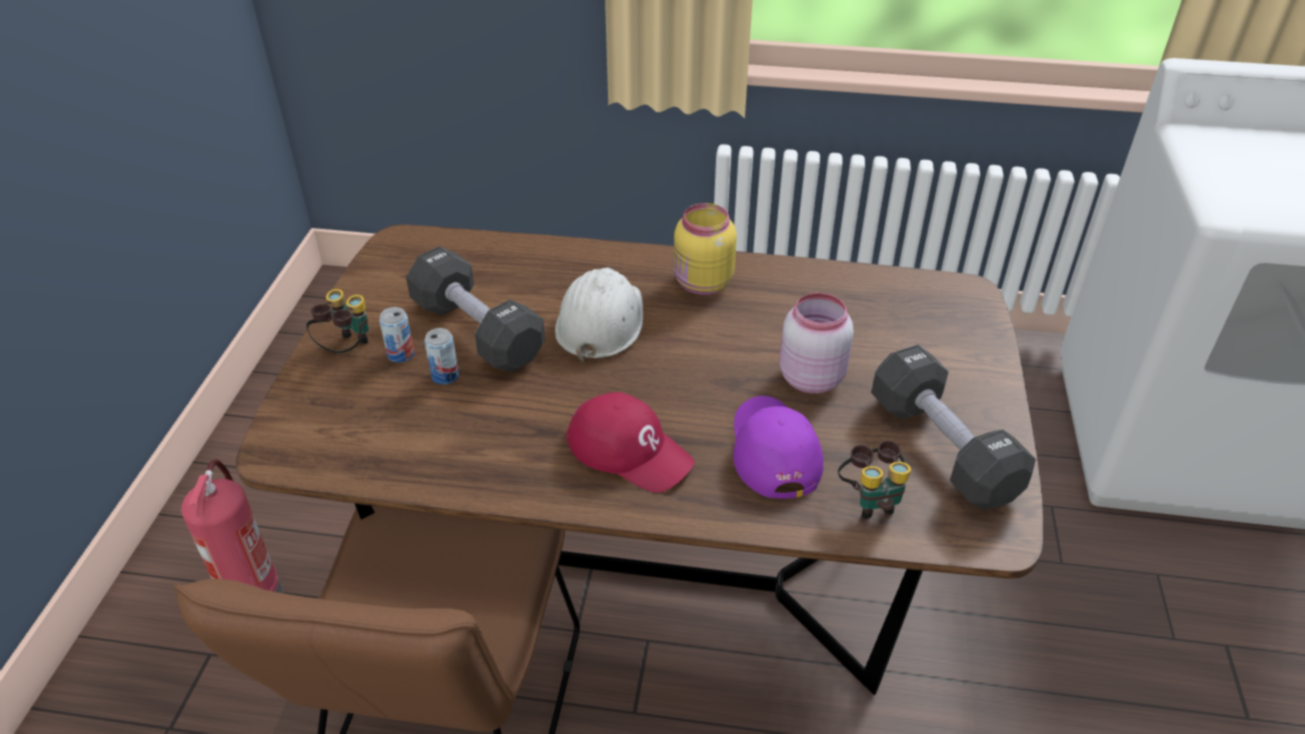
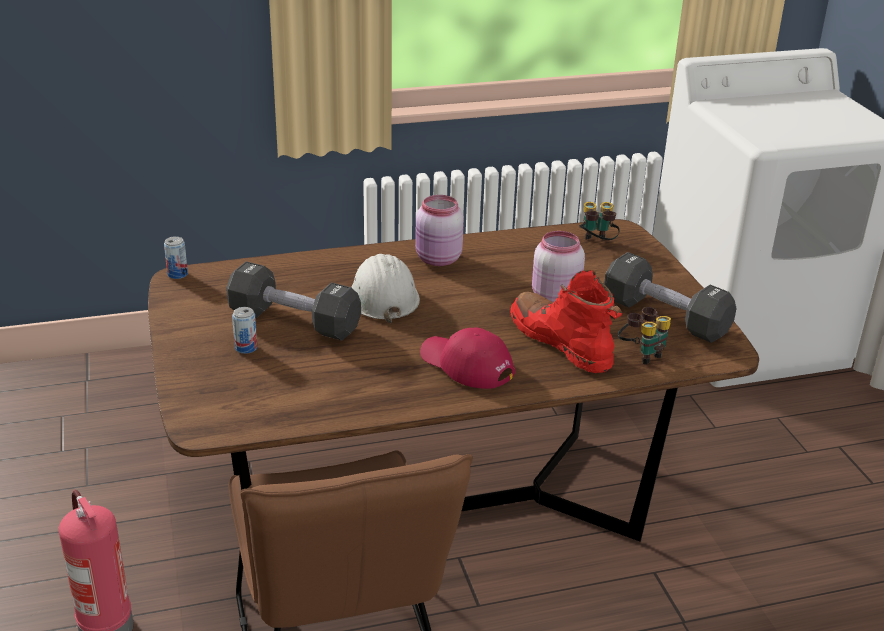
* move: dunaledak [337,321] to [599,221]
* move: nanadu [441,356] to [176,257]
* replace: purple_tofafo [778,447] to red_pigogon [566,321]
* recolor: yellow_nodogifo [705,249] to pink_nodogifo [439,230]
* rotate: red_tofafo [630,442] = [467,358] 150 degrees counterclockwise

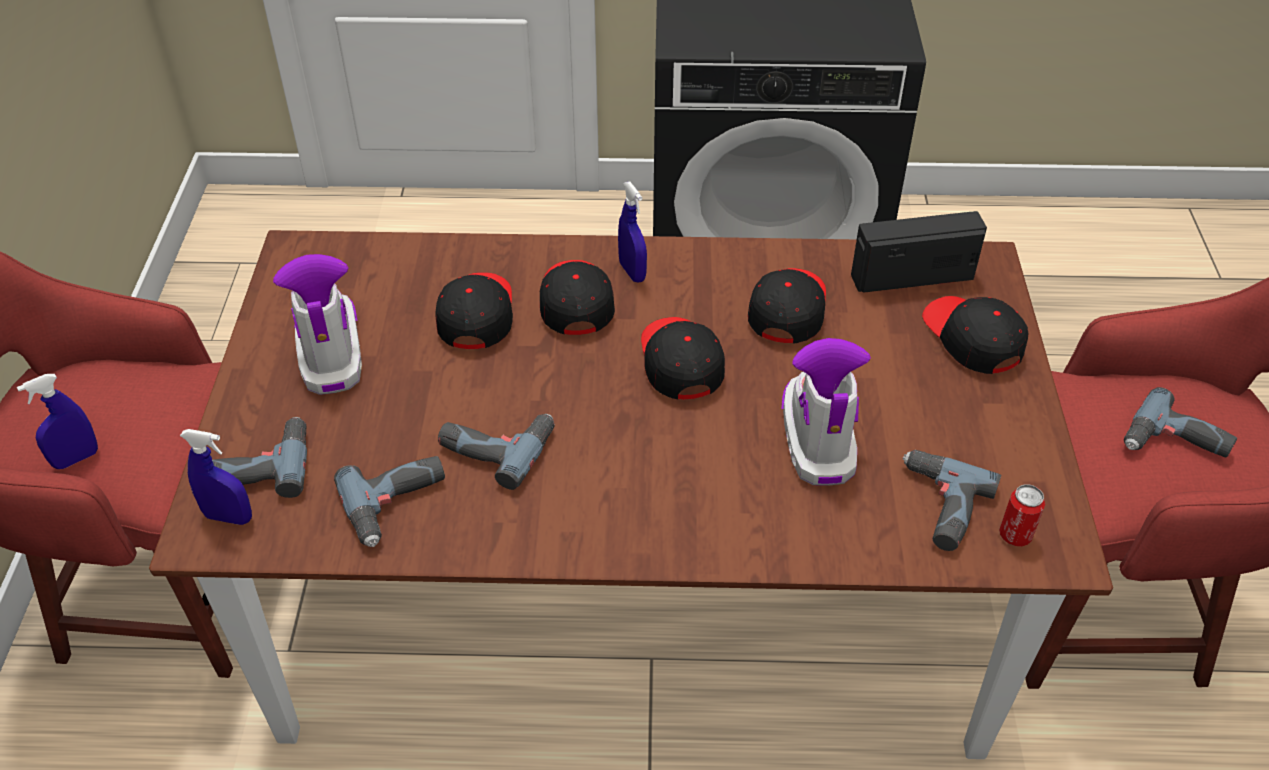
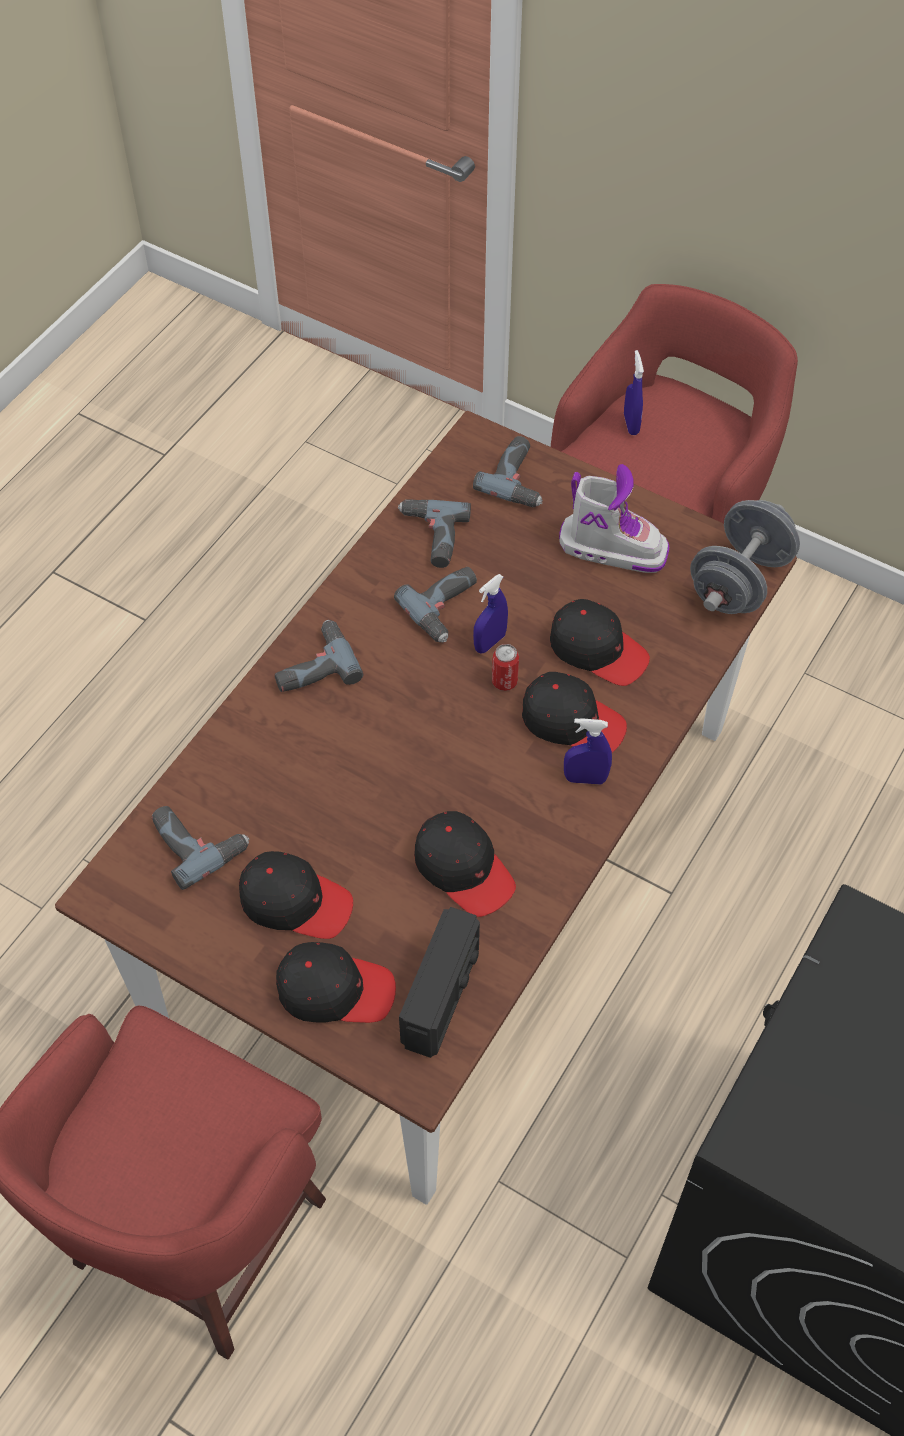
* delete: pigogon [826,412]
* insert: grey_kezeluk [745,557]
* move: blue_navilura [216,477] to [490,613]
* move: black_tofafo [683,358] to [296,895]
* move: nanadu [1022,515] to [505,667]
* move: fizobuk [1180,422] to [319,656]

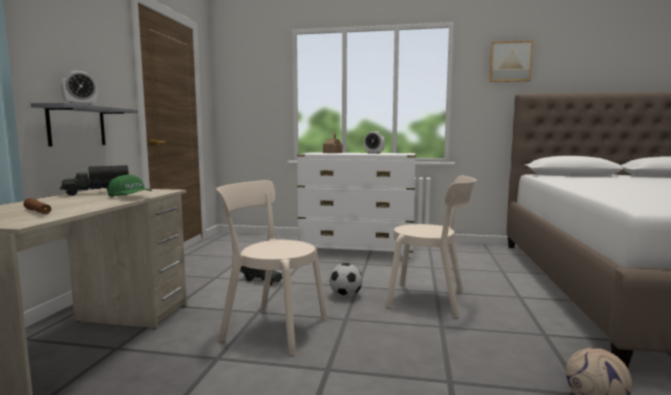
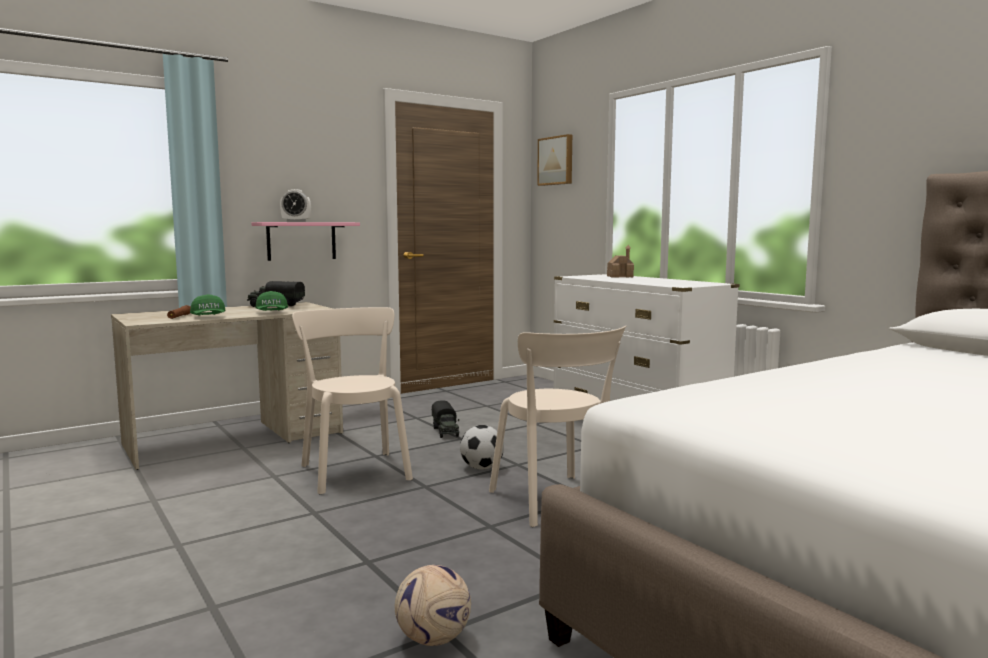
* delete: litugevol [374,142]
* insert: green_tofafo [207,304]
* move: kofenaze [511,61] to [554,160]
* recolor: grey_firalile [84,124] to pink_firalile [305,241]

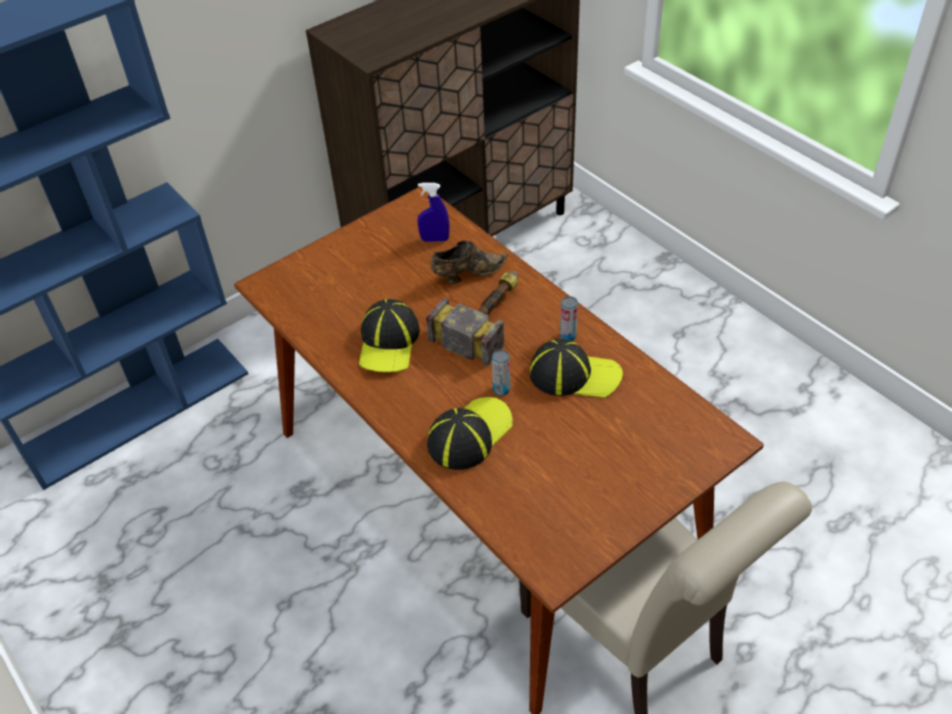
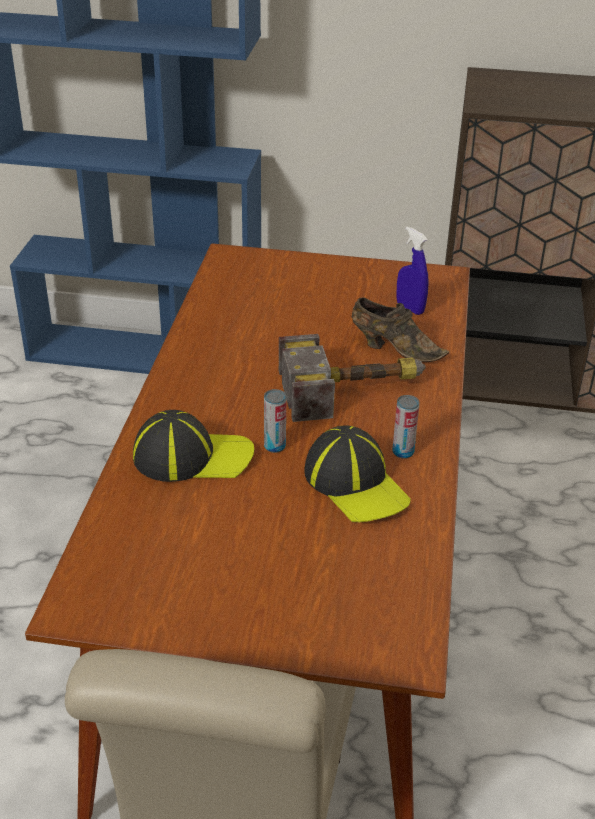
* delete: tofafo [389,335]

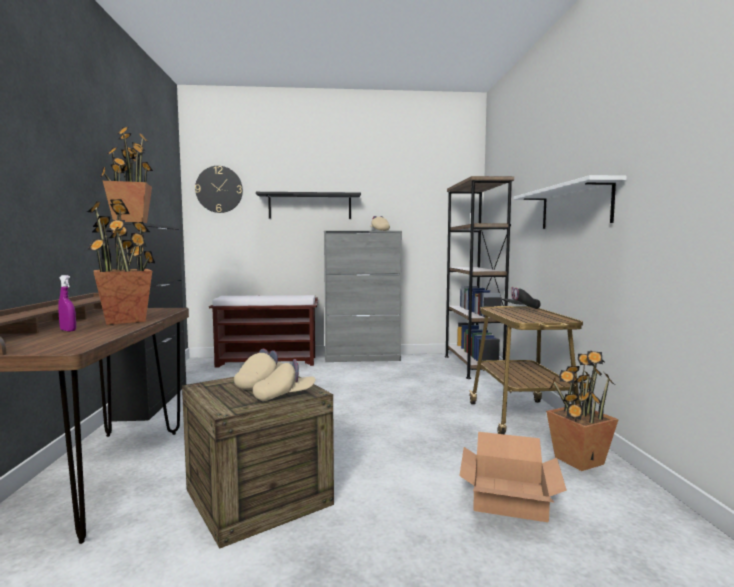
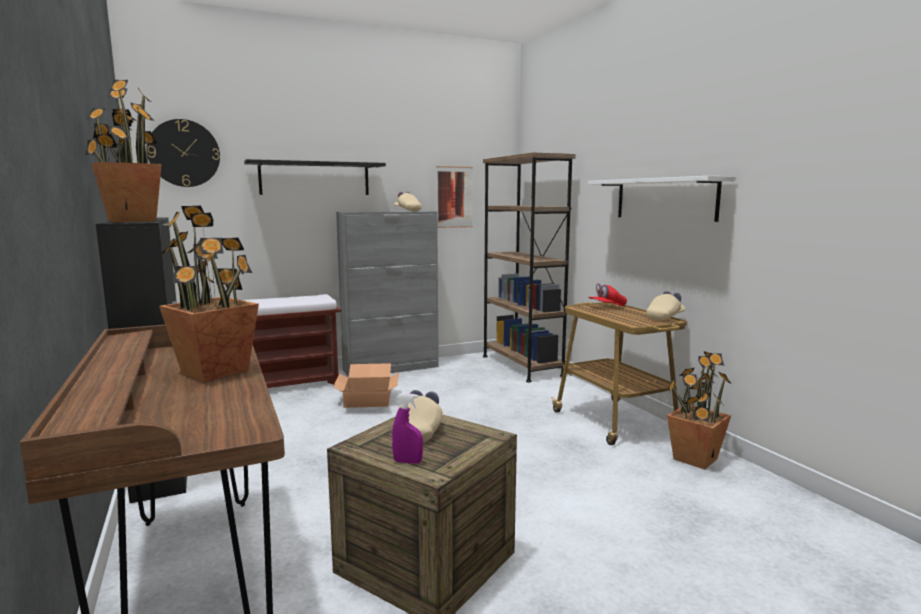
* insert: kofenaze [454,197]
* move: purple_navilura [67,303] to [407,428]
* move: beige_tofafo [284,380] to [665,306]
* move: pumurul [513,477] to [366,385]
* recolor: black_tofafo [521,298] to red_tofafo [607,294]

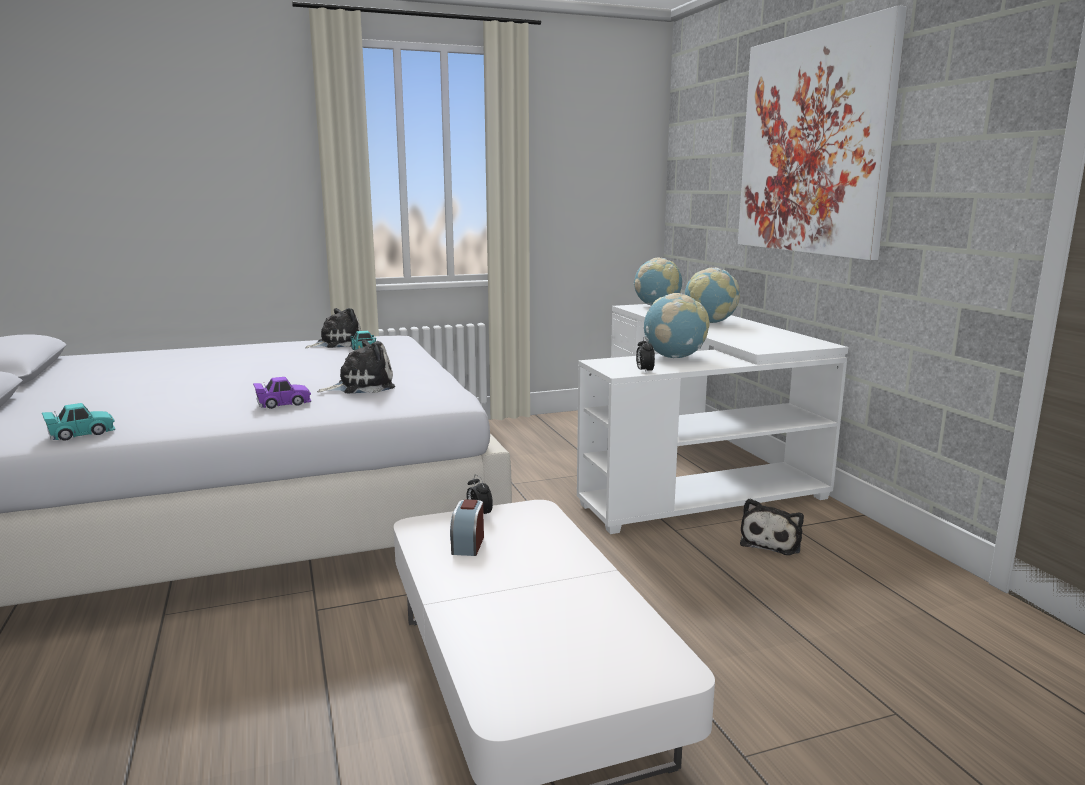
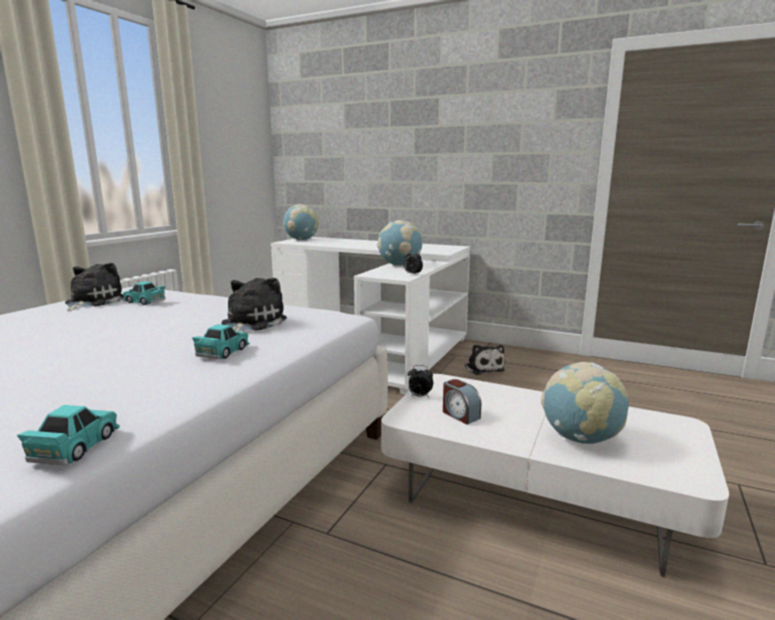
* delete: kofenaze [822,132]
* move: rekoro [712,295] to [585,403]
* recolor: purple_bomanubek [282,393] to turquoise_bomanubek [220,341]

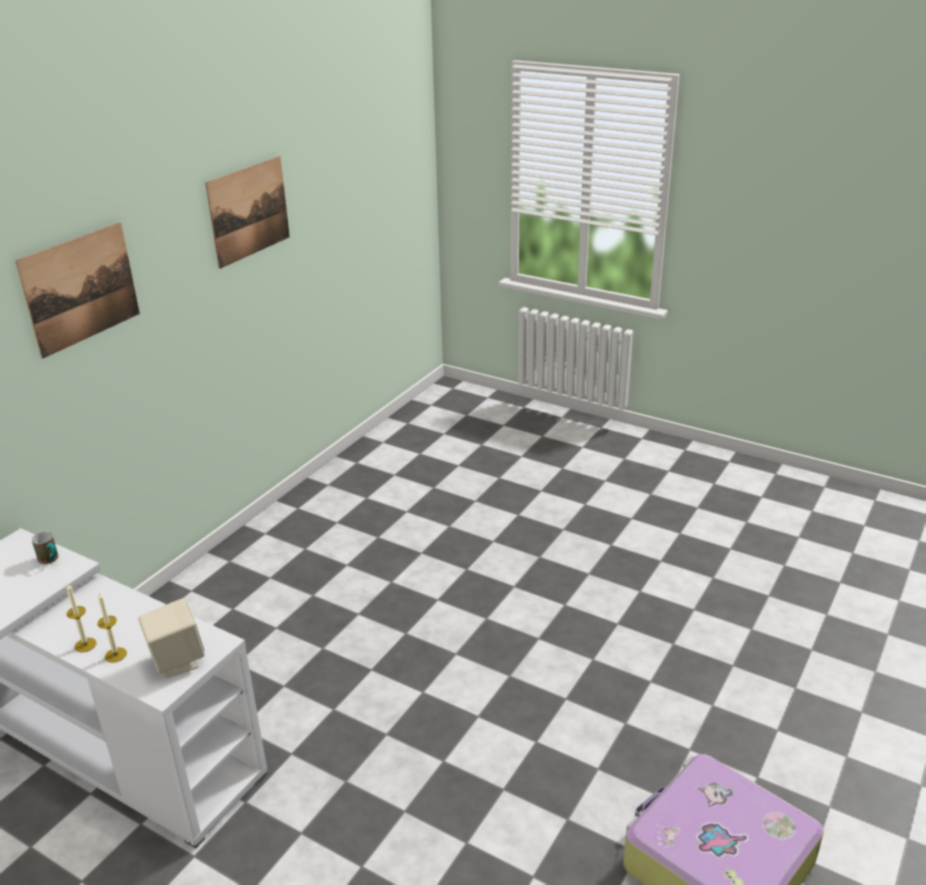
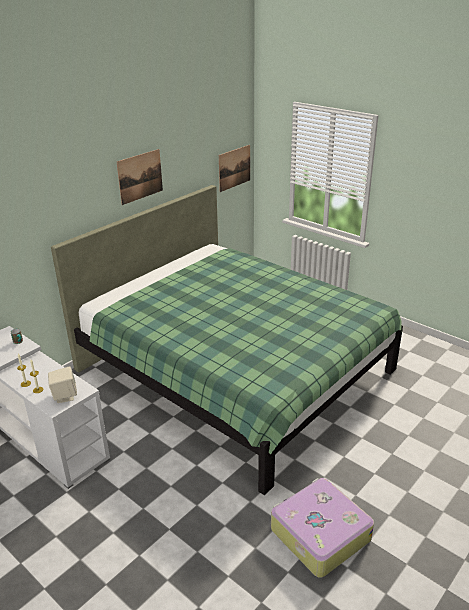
* insert: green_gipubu [227,340]
* move: kofenaze [77,290] to [234,168]

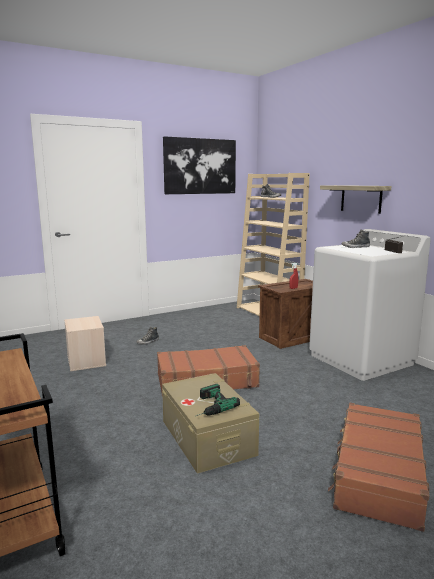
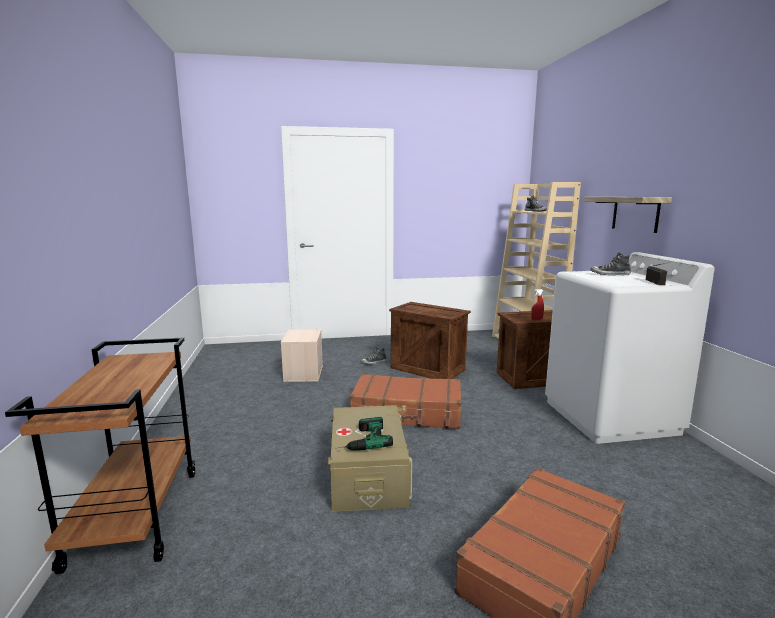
* delete: kofenaze [199,165]
* insert: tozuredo [430,340]

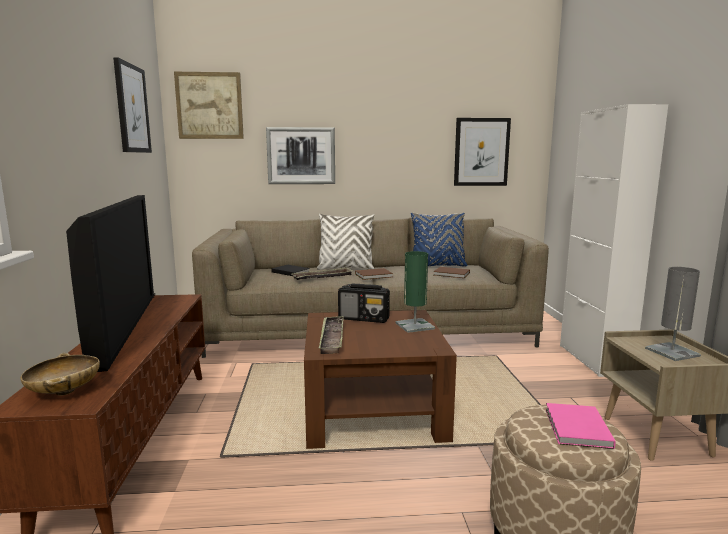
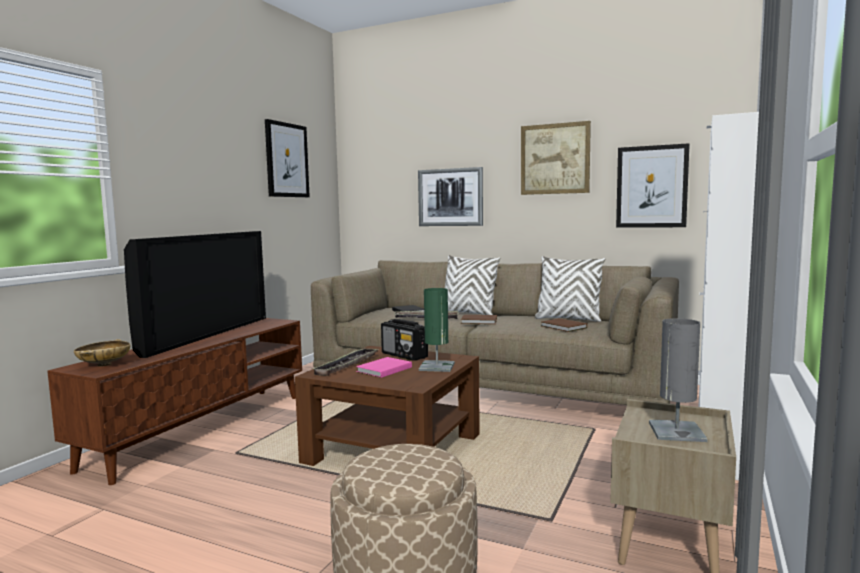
* move: kofenaze [209,105] to [556,158]
* move: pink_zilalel [580,426] to [384,367]
* recolor: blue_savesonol [439,239] to white_savesonol [569,289]

